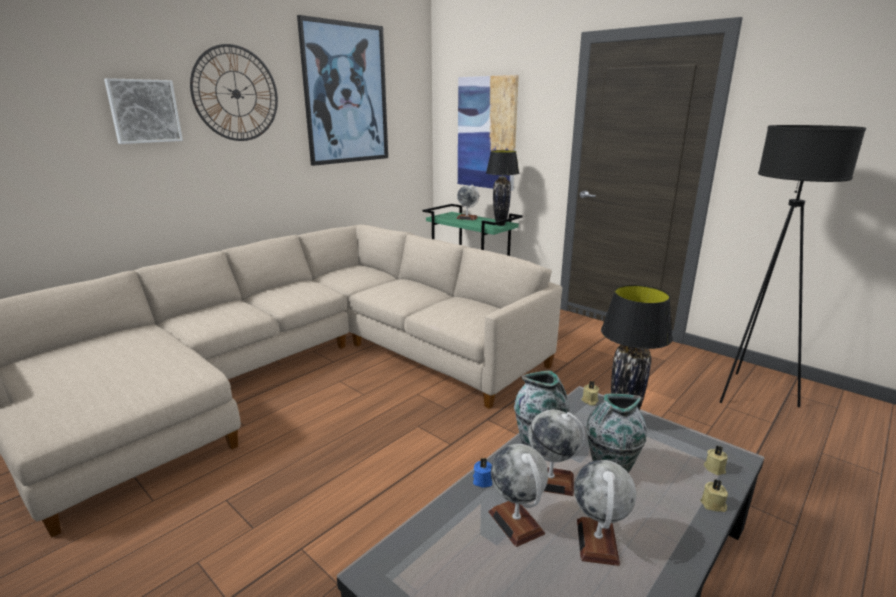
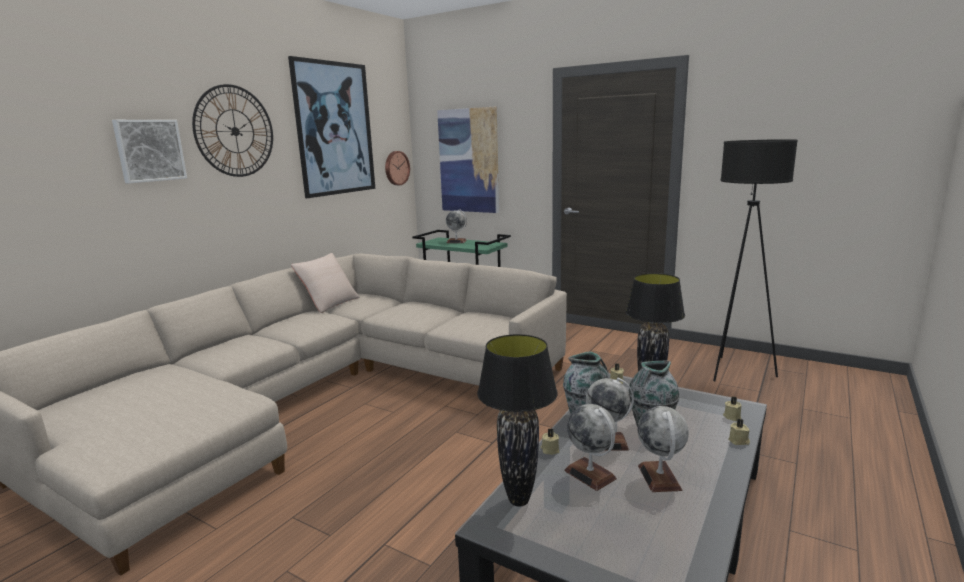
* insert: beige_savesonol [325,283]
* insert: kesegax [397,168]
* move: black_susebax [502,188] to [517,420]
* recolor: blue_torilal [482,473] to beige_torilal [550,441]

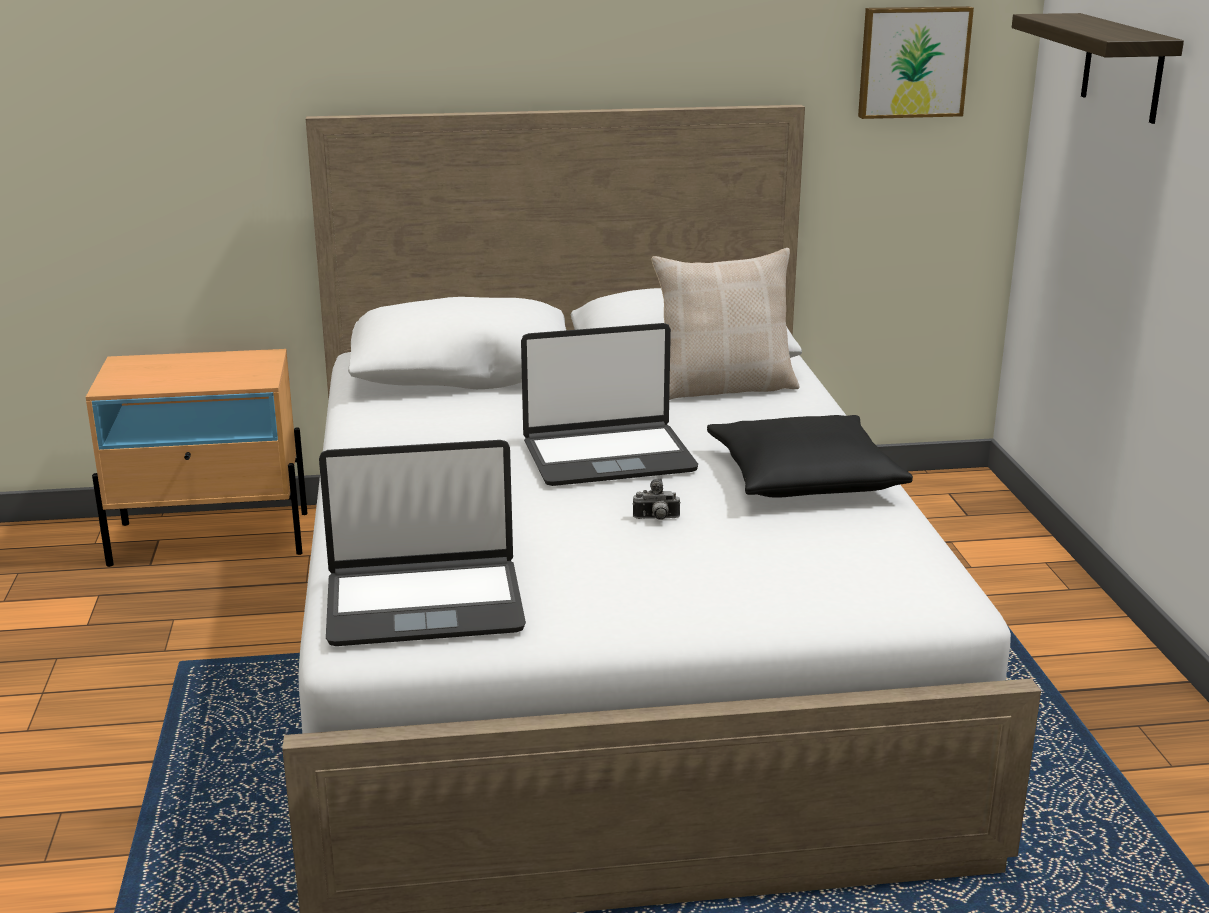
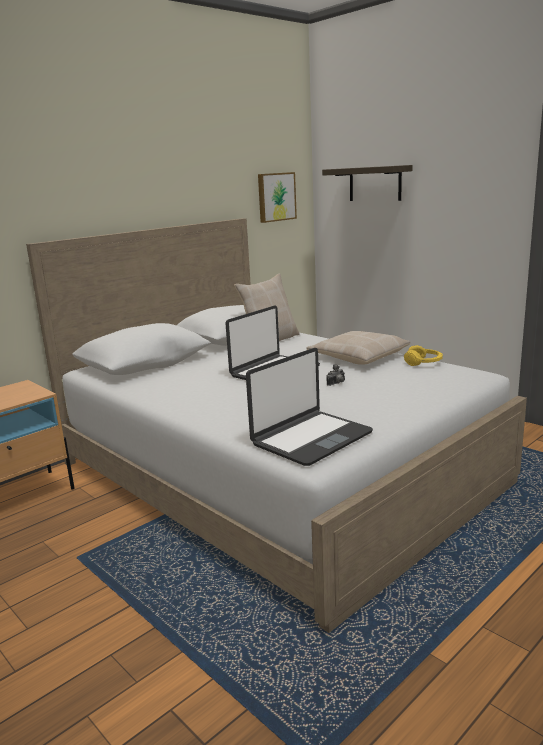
* insert: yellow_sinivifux [423,355]
* recolor: black_savesonol [810,456] to beige_savesonol [358,348]

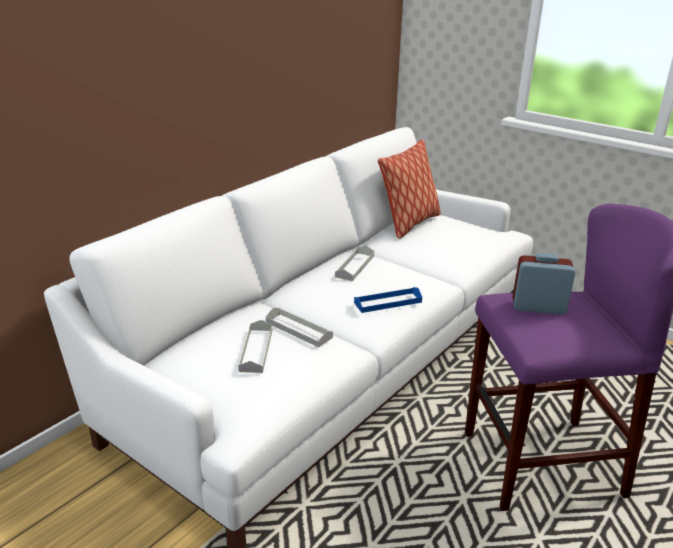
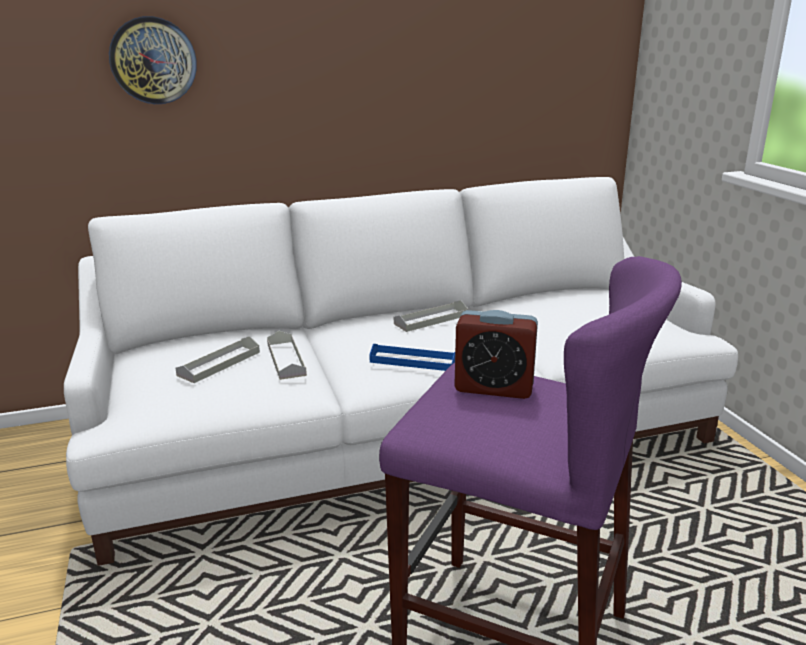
* delete: savesonol [409,189]
* insert: kesegax [153,60]
* rotate: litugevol [544,284] = [496,354] 150 degrees clockwise

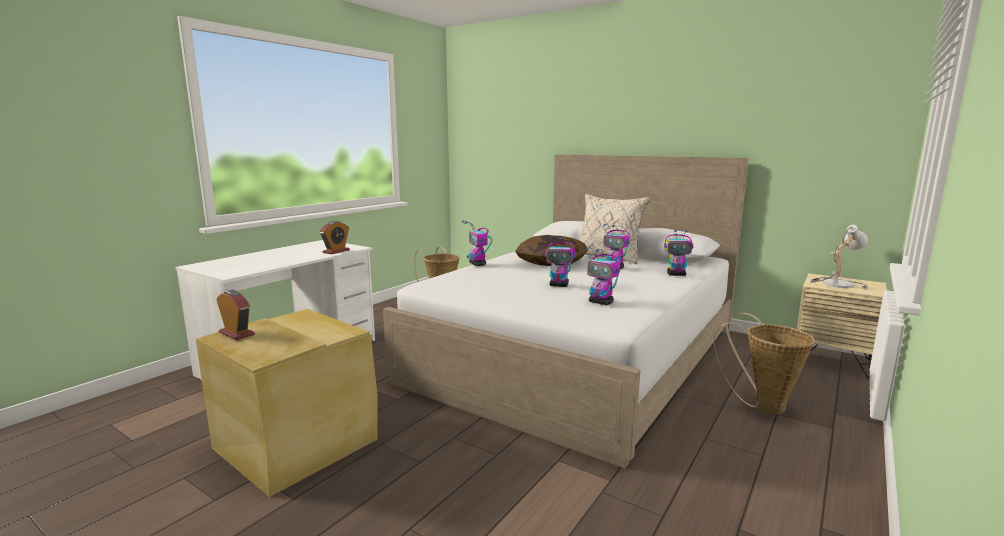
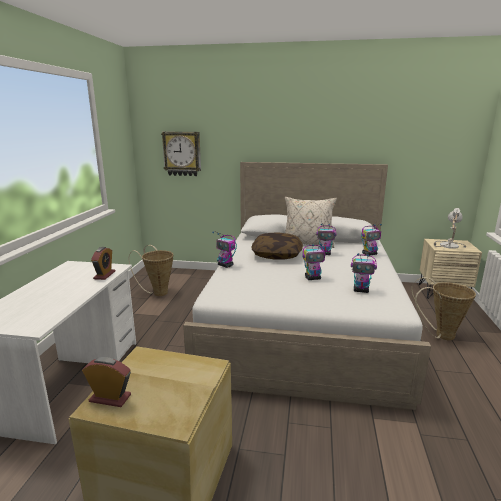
* insert: kesegax [181,154]

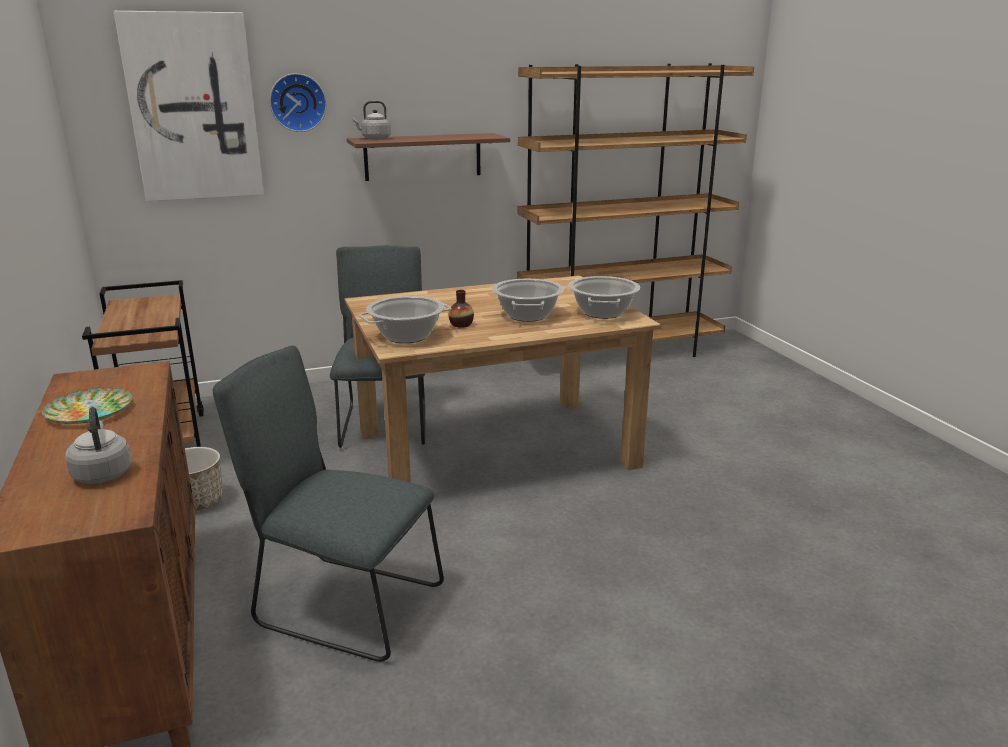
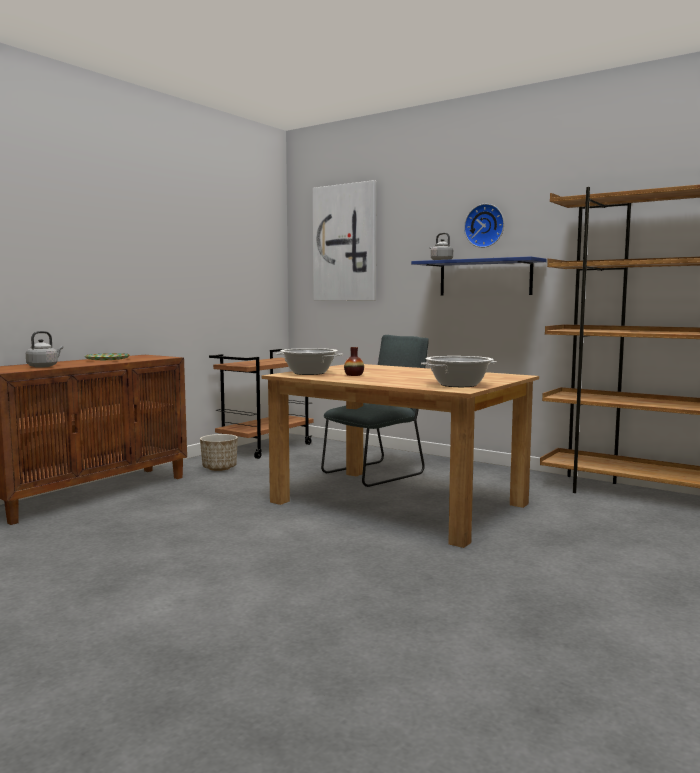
* delete: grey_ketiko [328,503]
* delete: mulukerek [528,300]
* move: kesegax [298,102] to [484,226]
* recolor: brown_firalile [428,157] to blue_firalile [479,275]

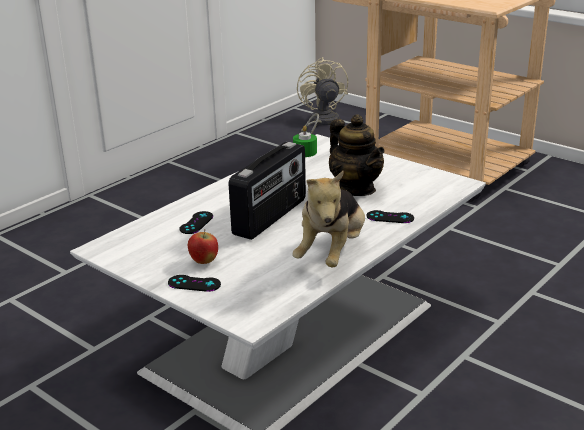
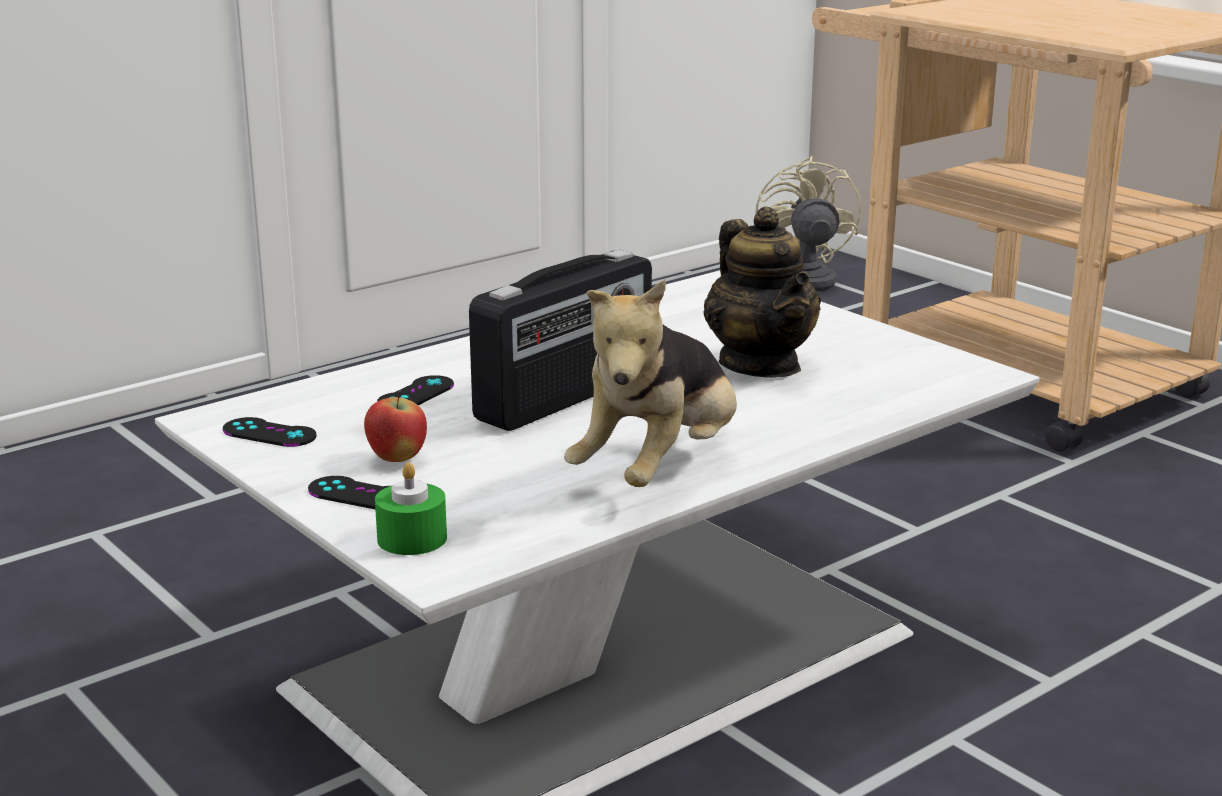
* move: green_torilal [305,141] to [411,508]
* move: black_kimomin [390,216] to [270,432]

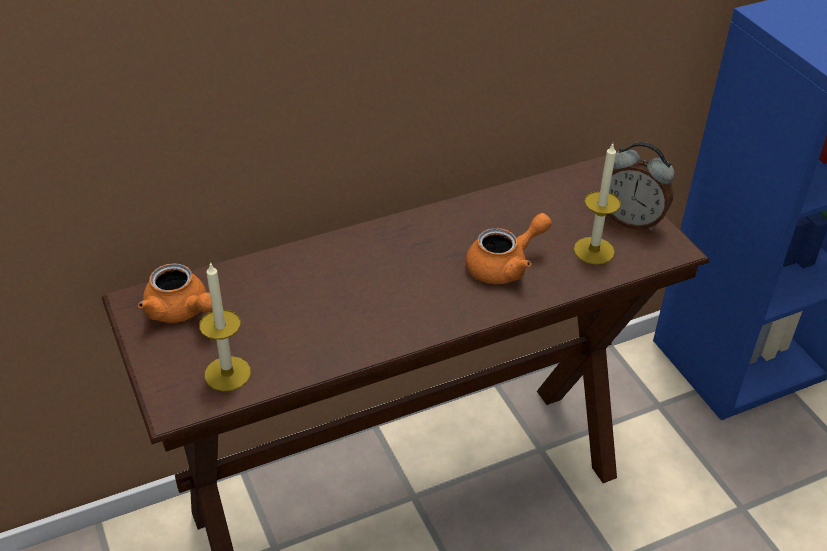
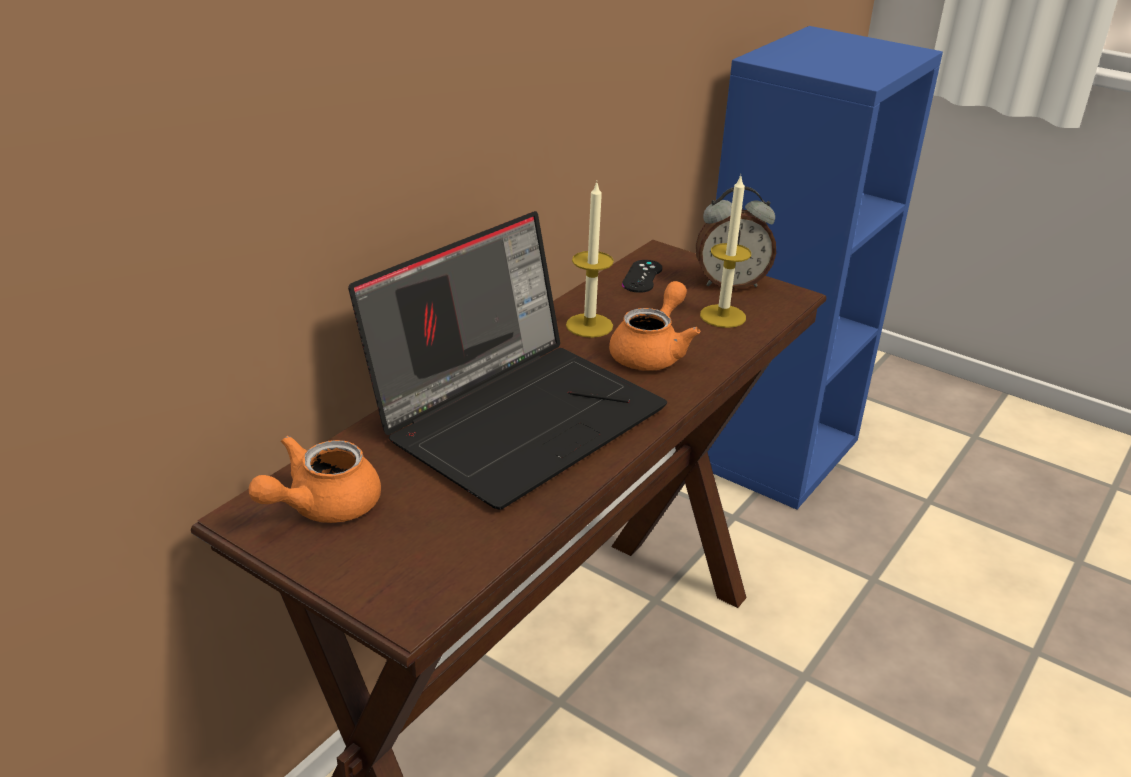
* insert: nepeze [507,360]
* insert: black_kimomin [642,276]
* move: torilal [225,326] to [590,260]
* rotate: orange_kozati [175,293] = [315,479] 120 degrees clockwise

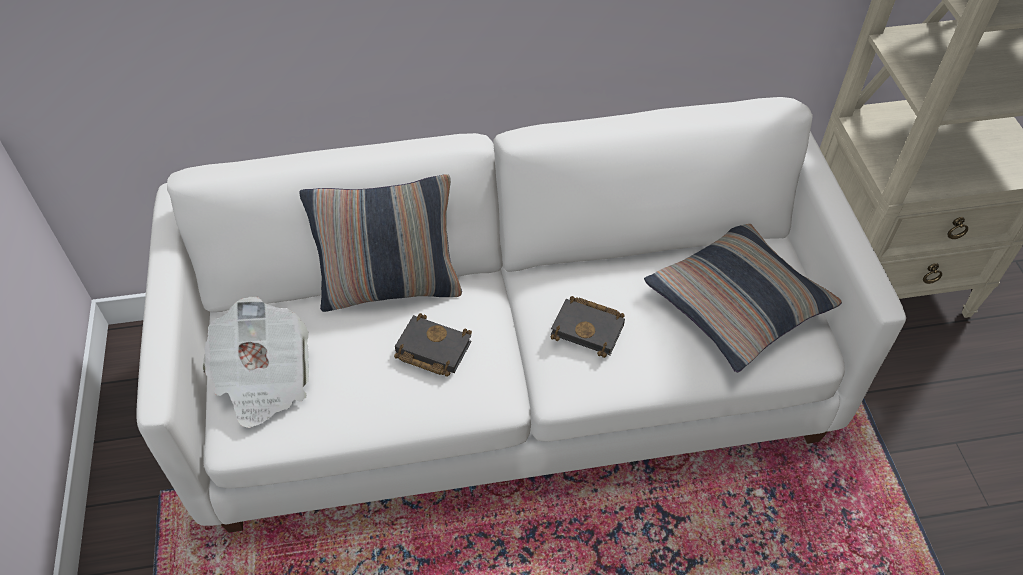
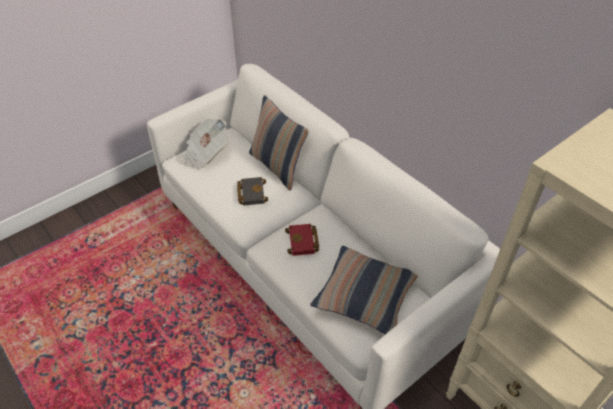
* recolor: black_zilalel [588,327] to red_zilalel [302,240]

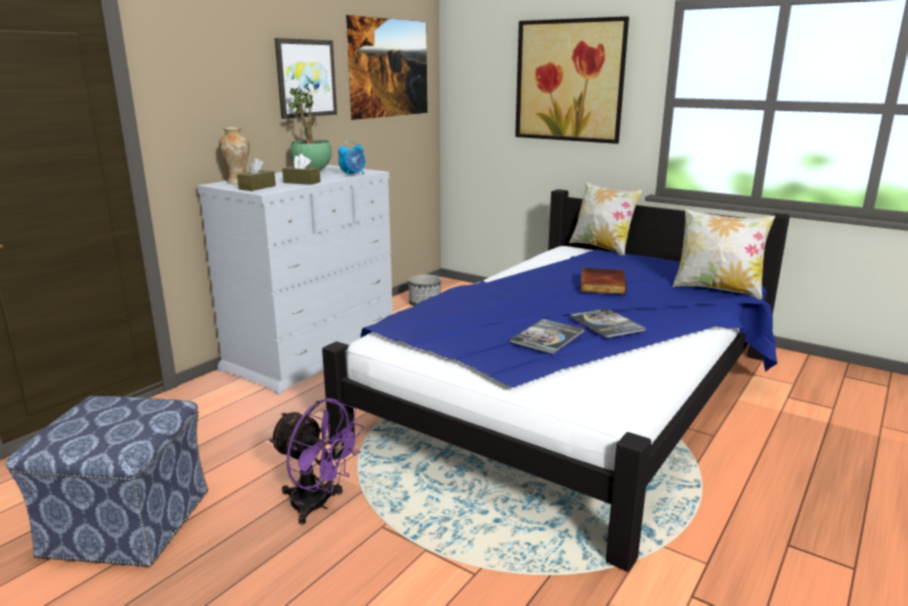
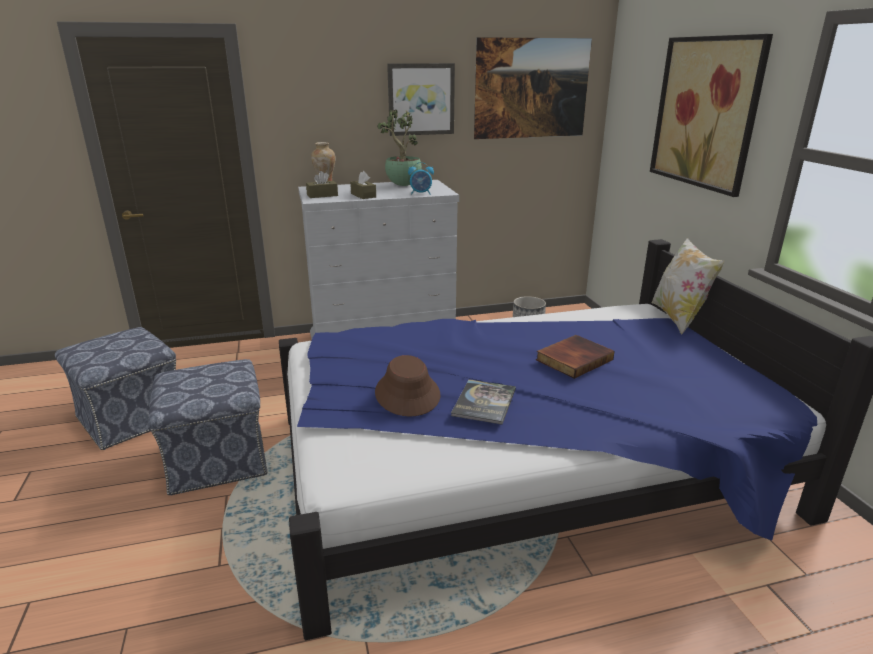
* delete: savesonol [724,254]
* replace: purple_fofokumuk [316,461] to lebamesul [208,427]
* replace: zilalel [547,336] to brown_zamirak [407,386]

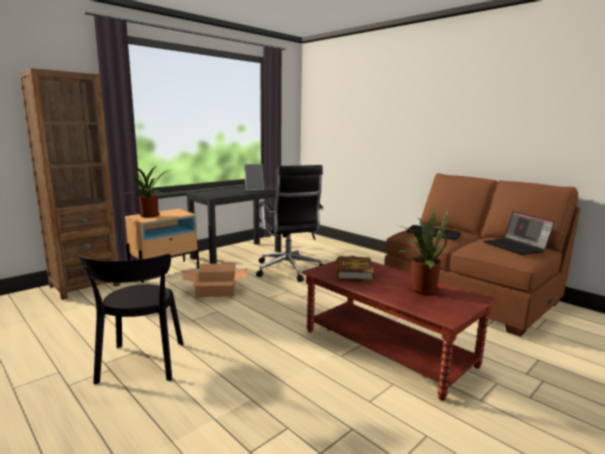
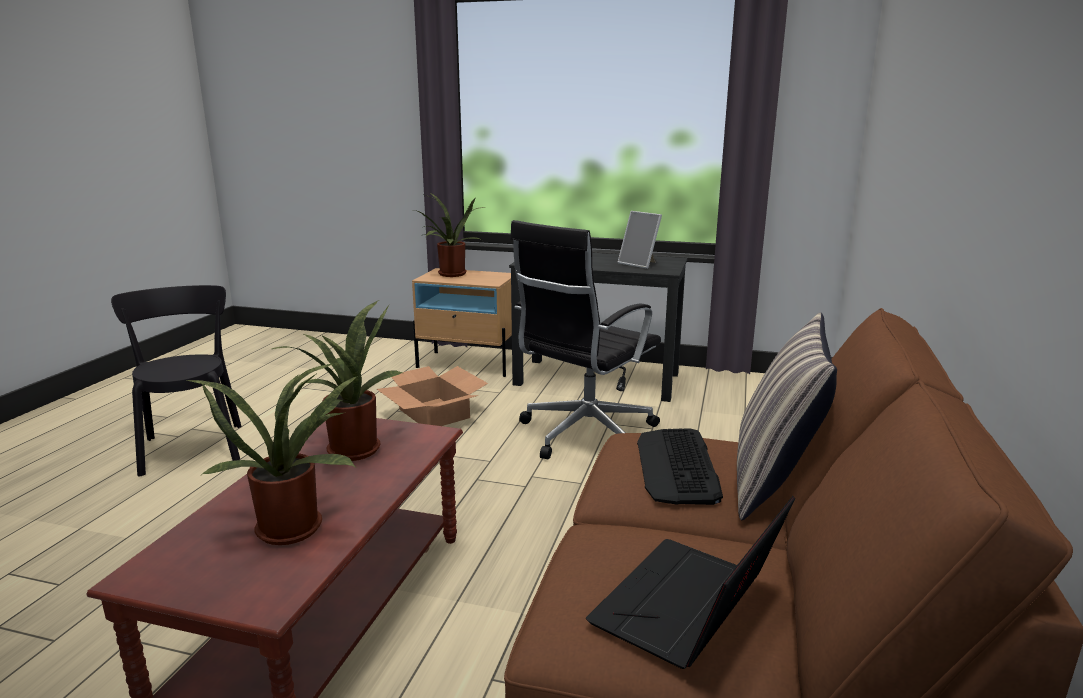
* delete: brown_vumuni [69,184]
* insert: savesonol [787,416]
* replace: zilalel [355,268] to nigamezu [337,380]
* rotate: black_ketiko [131,319] = [176,381] 105 degrees clockwise

